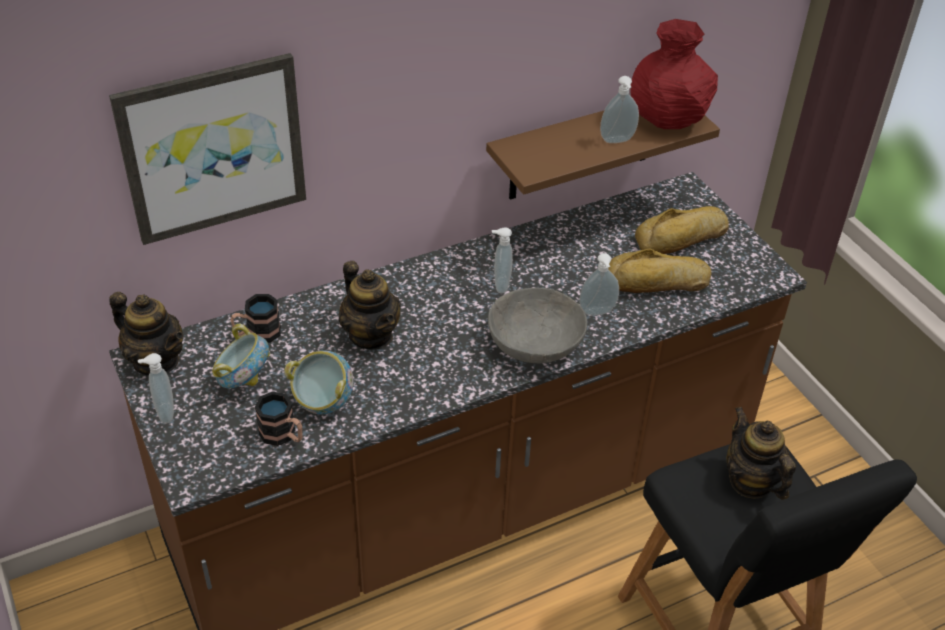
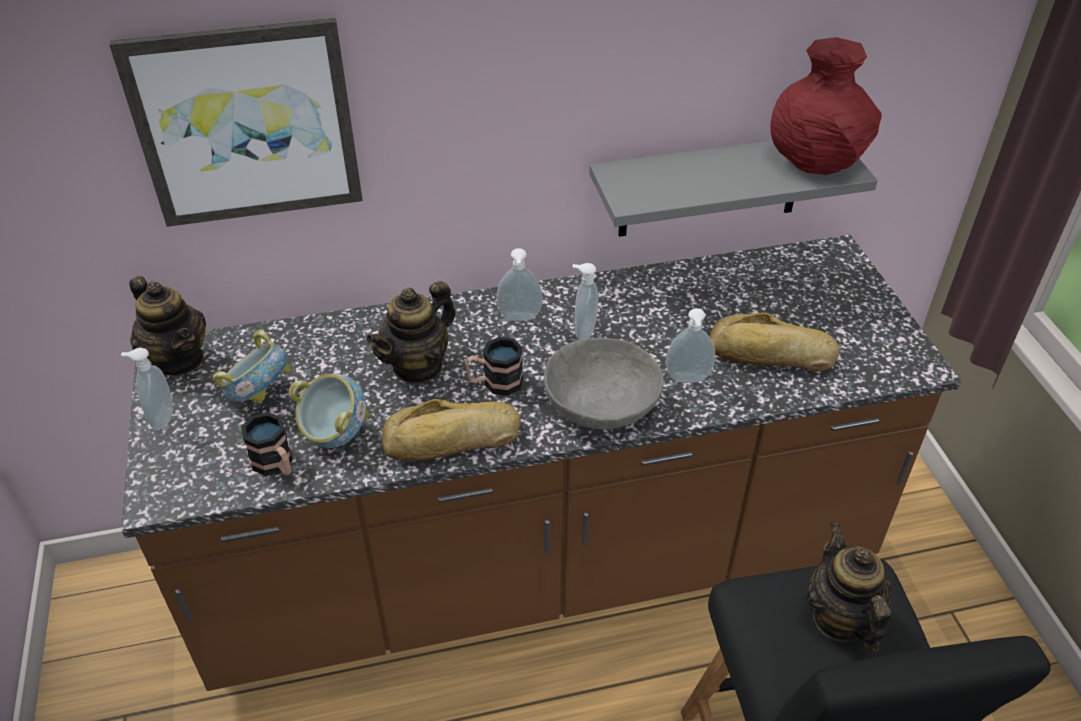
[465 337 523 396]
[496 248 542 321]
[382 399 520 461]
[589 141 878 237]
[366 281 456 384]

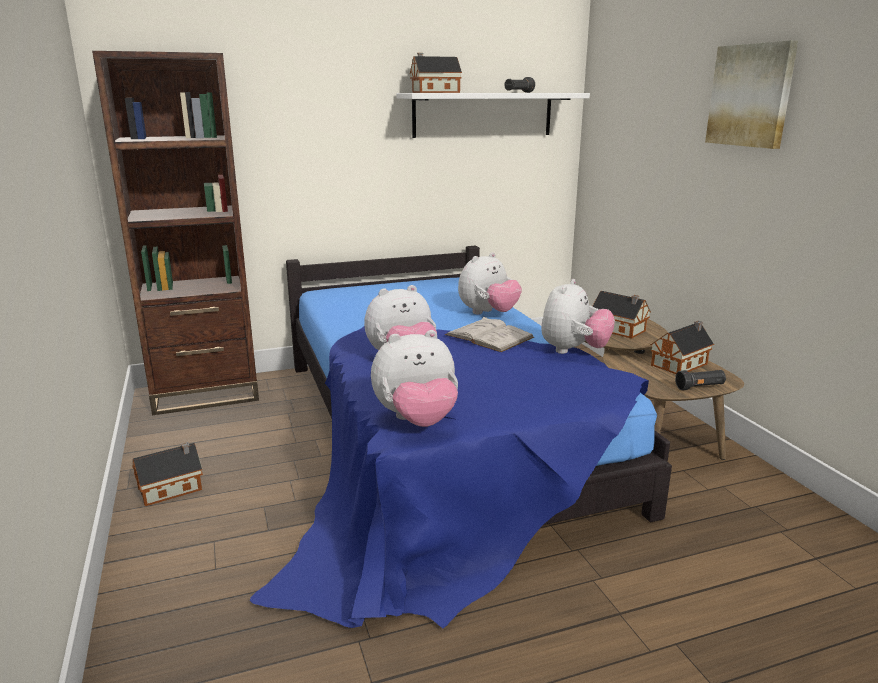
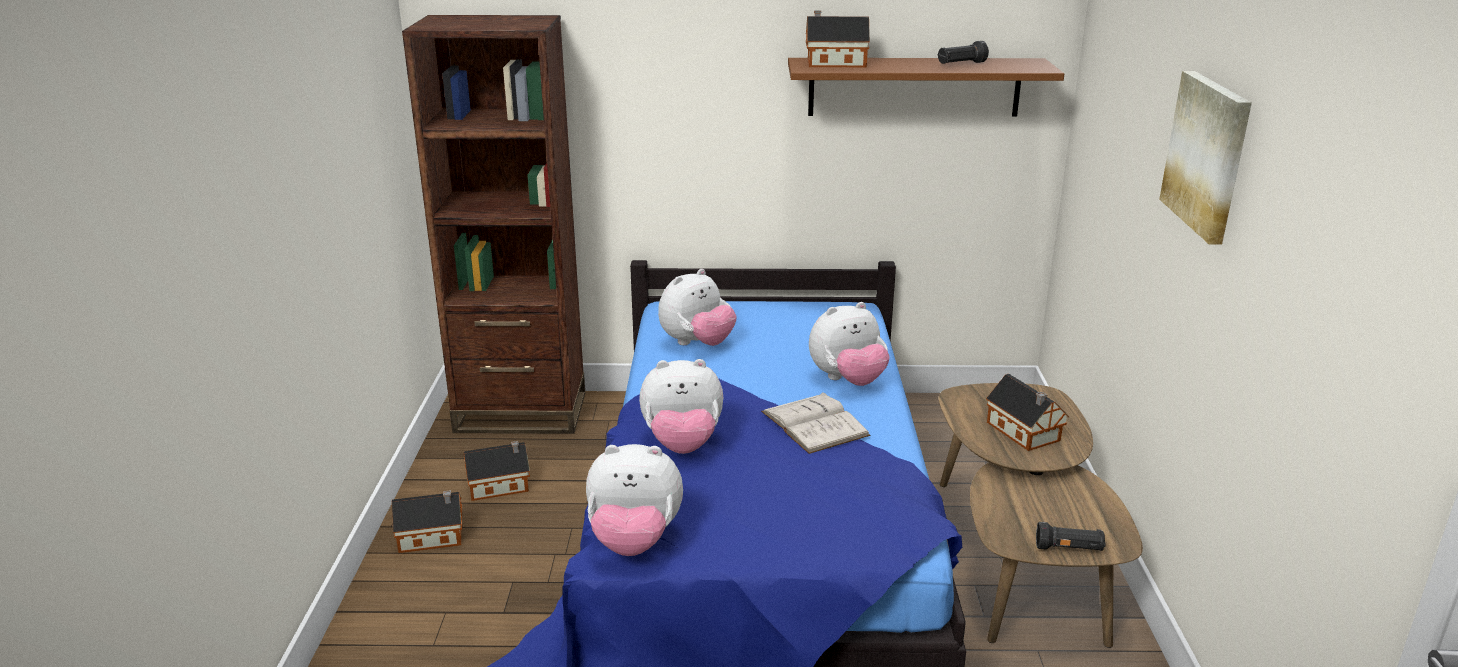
[658 269 737 346]
[464 441 530 501]
[788 58 1064 117]

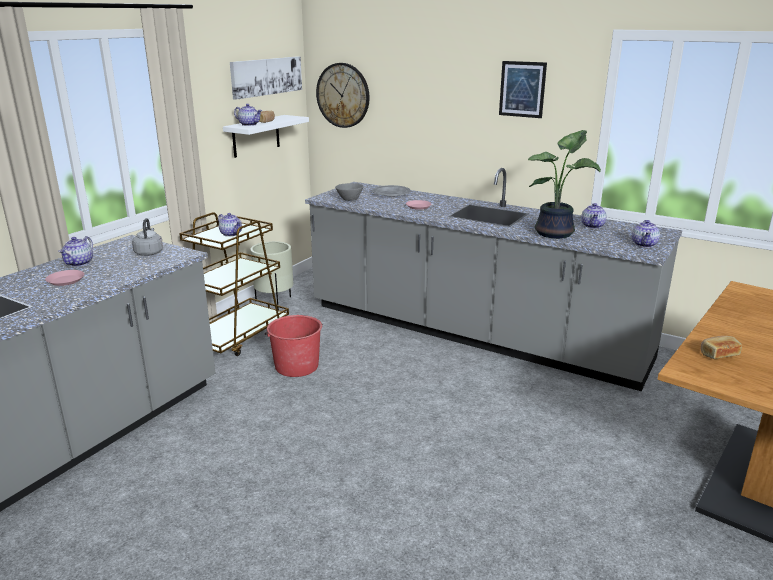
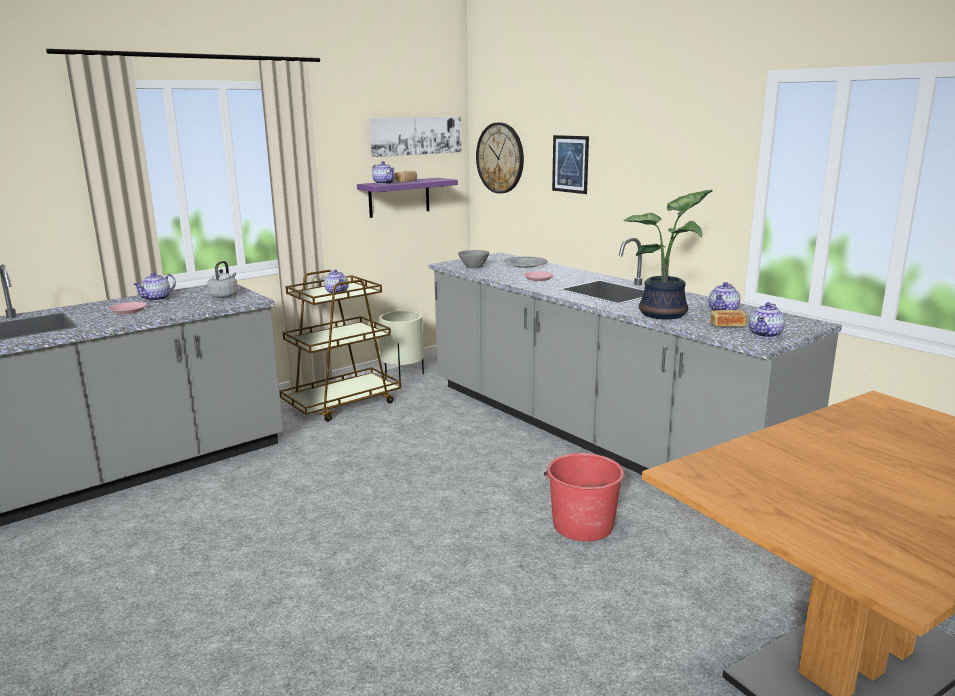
[544 453 625 541]
[552 135 589 194]
[710 310 747 327]
[357 178 458 218]

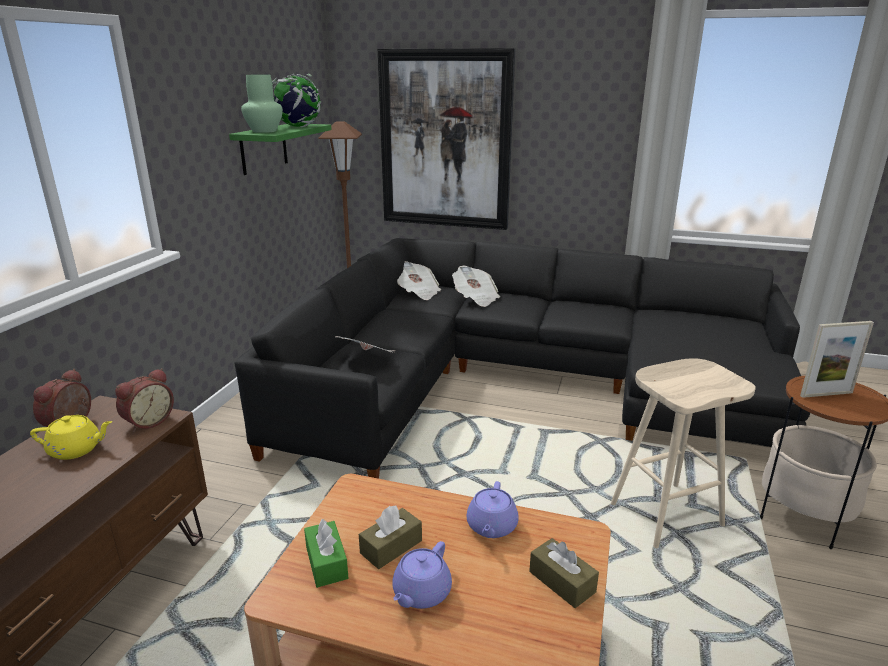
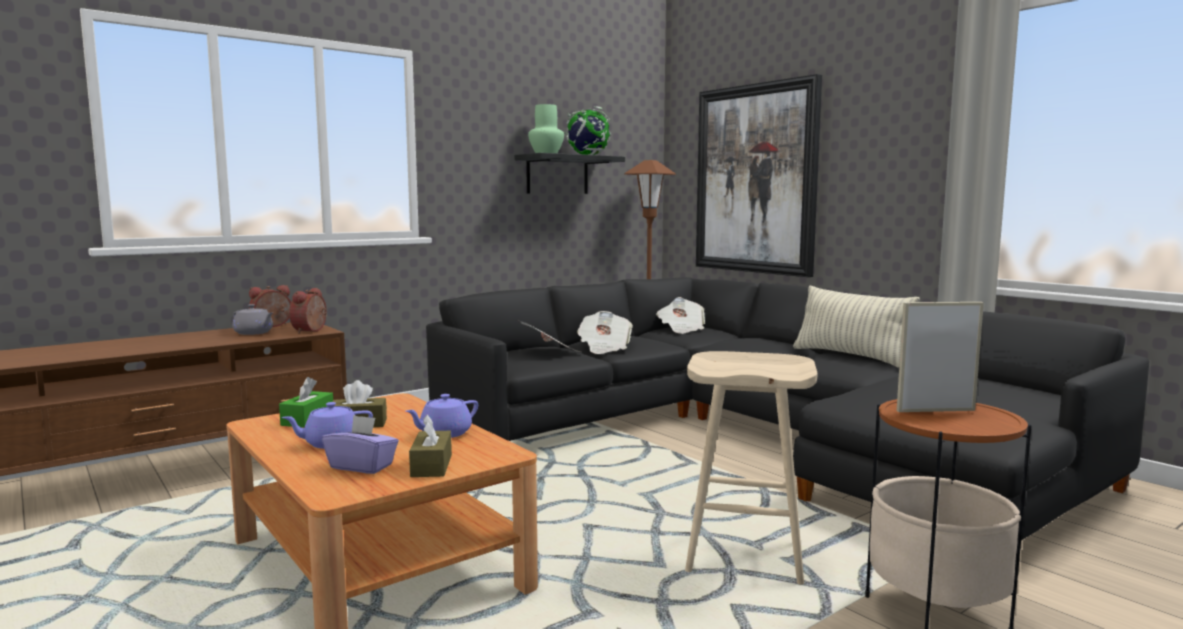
[322 415 399 474]
[793 286 920 368]
[577 311 633 354]
[232 304 273 335]
[515 153 625 194]
[289 288 327 334]
[897 302 984 412]

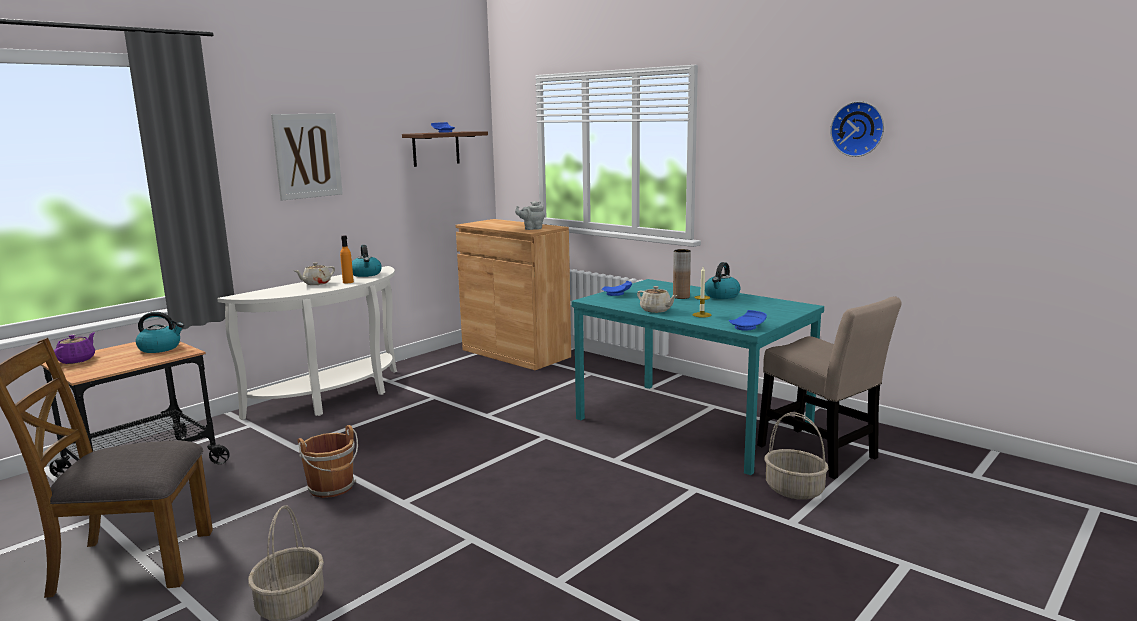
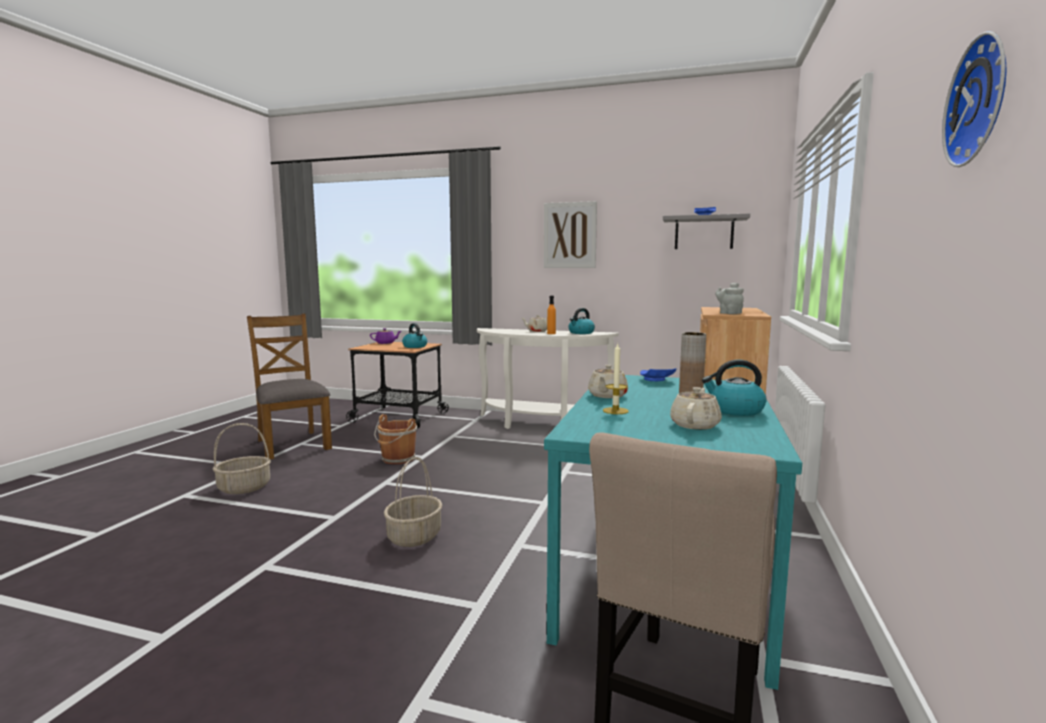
[729 310 767 331] (first image)
[670 387 722 430]
[384 457 442 547]
[663 214 750 249]

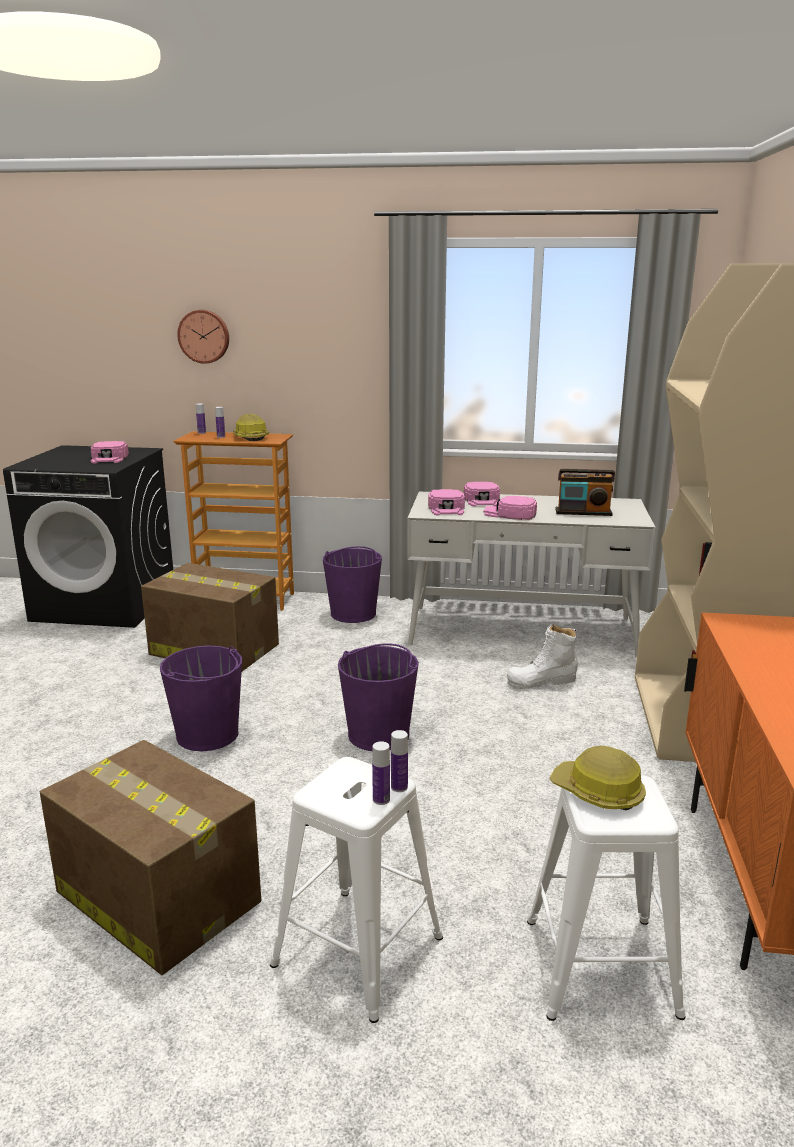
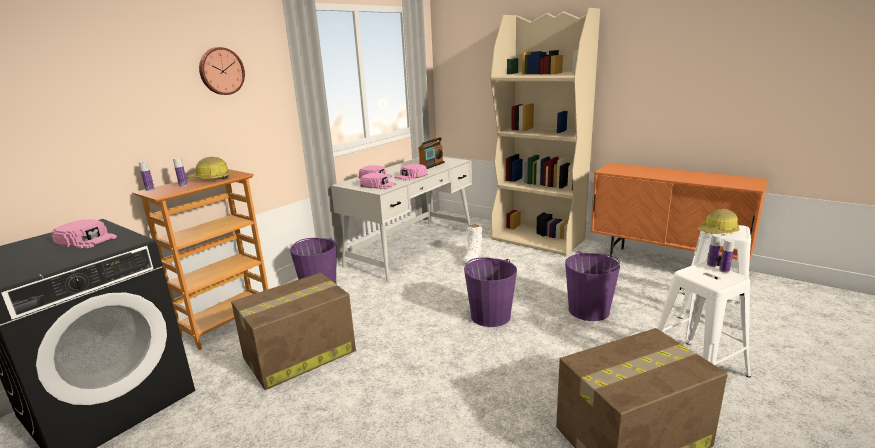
[565 251 620 321]
[199 47 245 95]

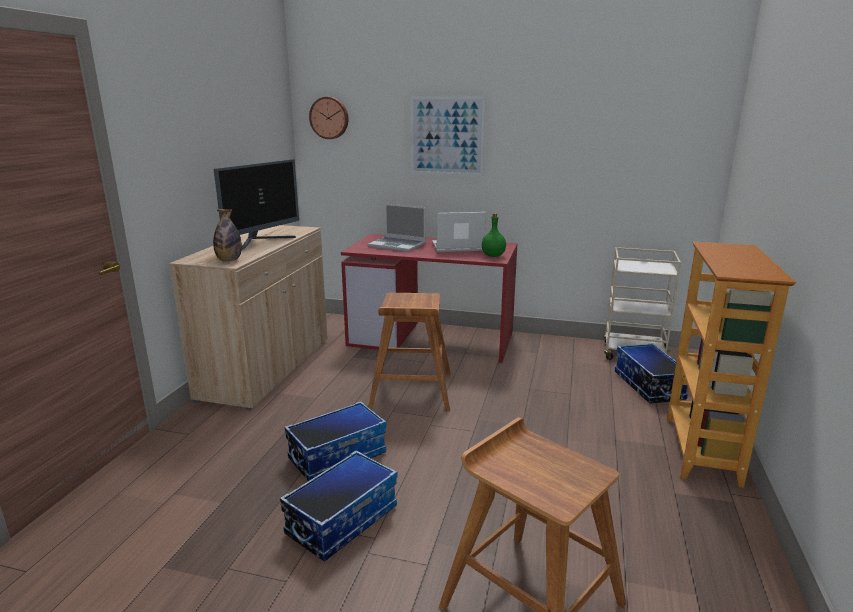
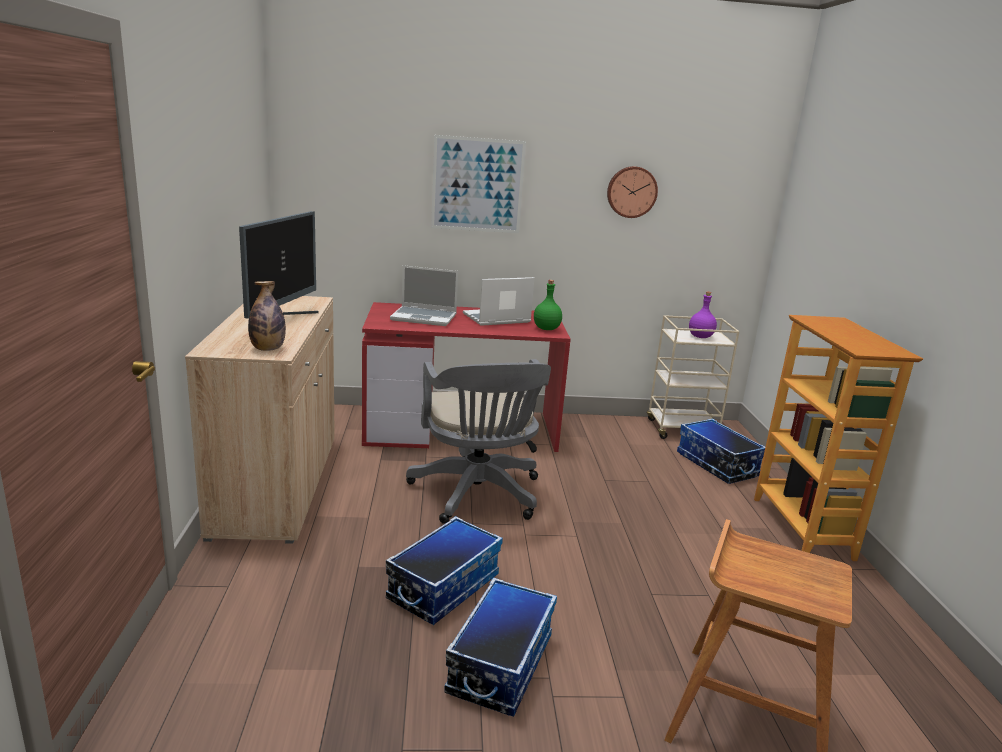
[689 292 717 338]
[607 166 658 218]
[406 359 551 524]

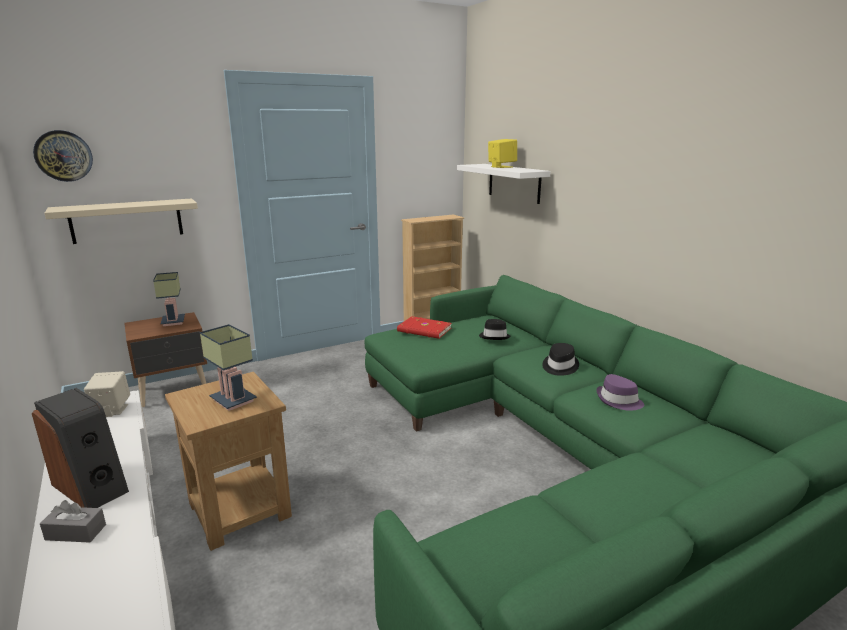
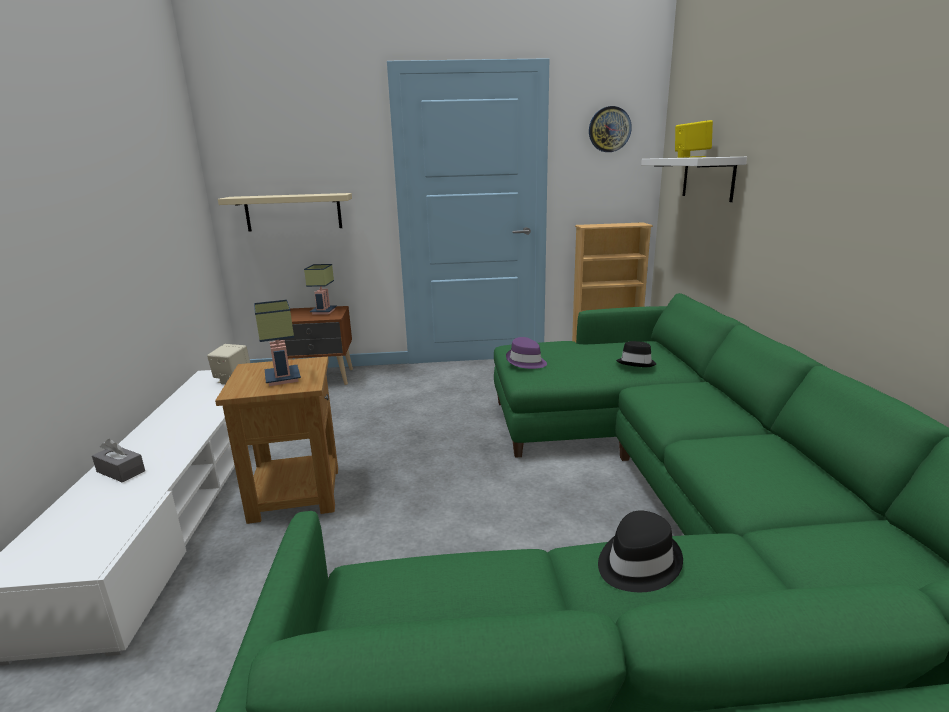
[32 388 129 508] (first image)
[397 316 452 339] (first image)
[589 106 632 152]
[598 510 683 592]
[506 337 547 369]

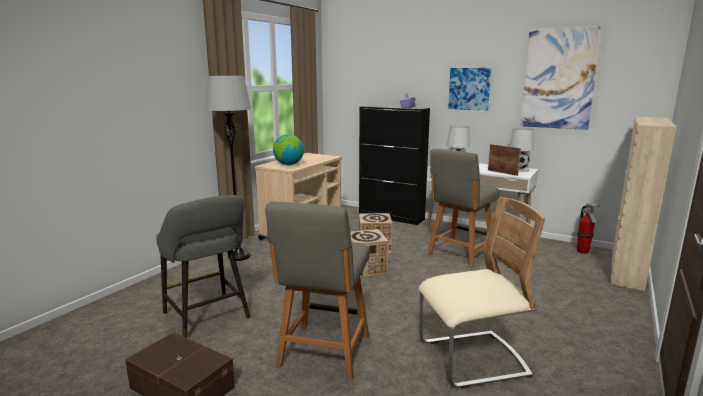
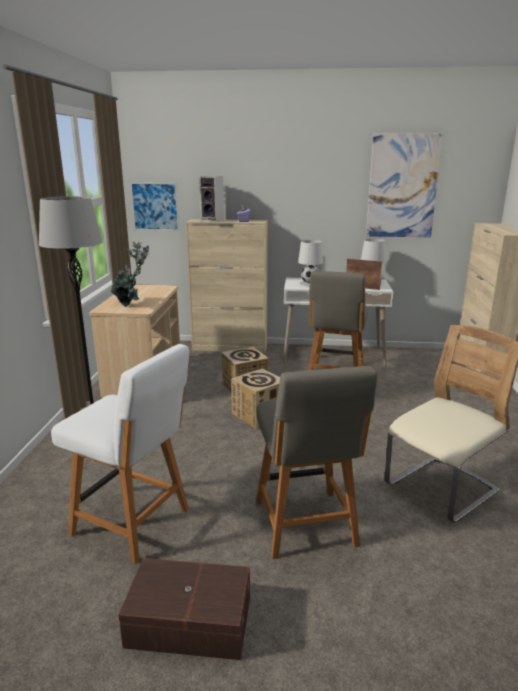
[577 203 600 254] (first image)
[199 176 224 222]
[130 182 179 231]
[51 344 189 564]
[111 242 150 307]
[186 219 268 353]

